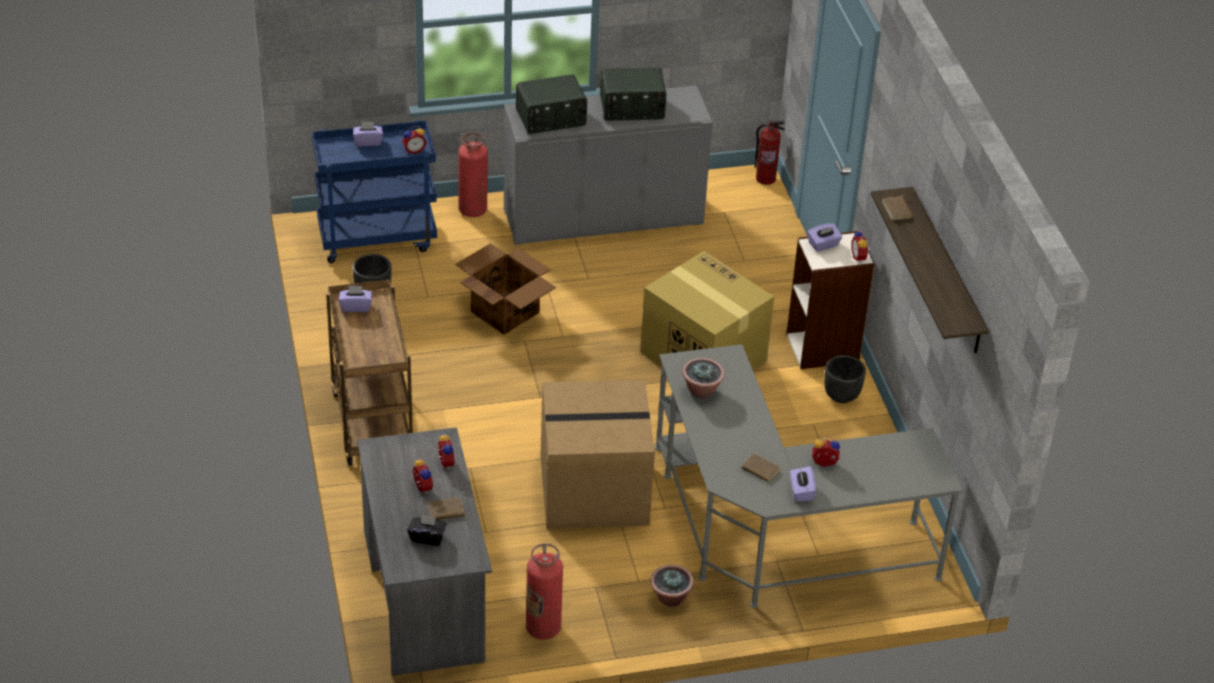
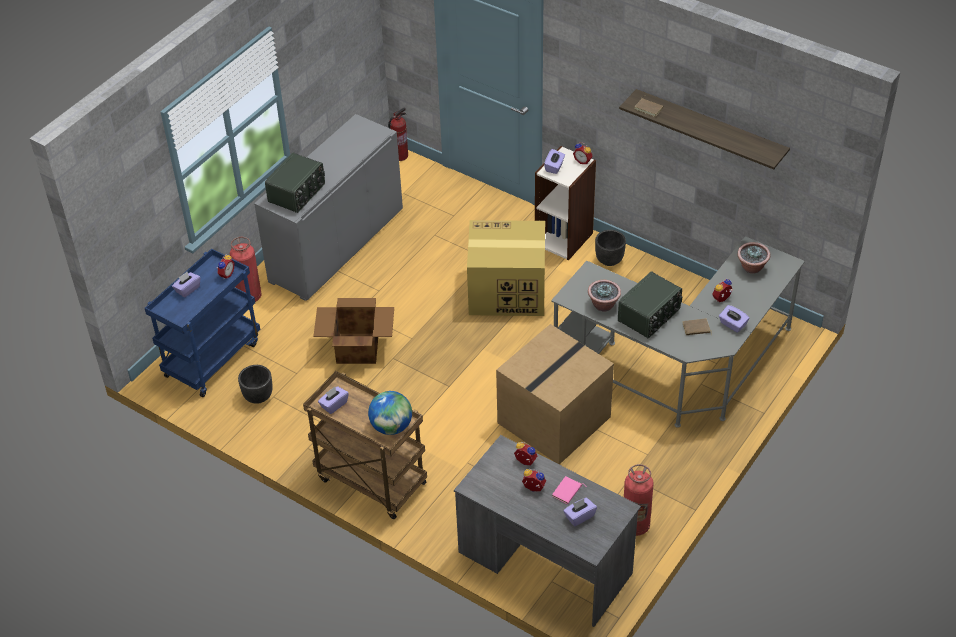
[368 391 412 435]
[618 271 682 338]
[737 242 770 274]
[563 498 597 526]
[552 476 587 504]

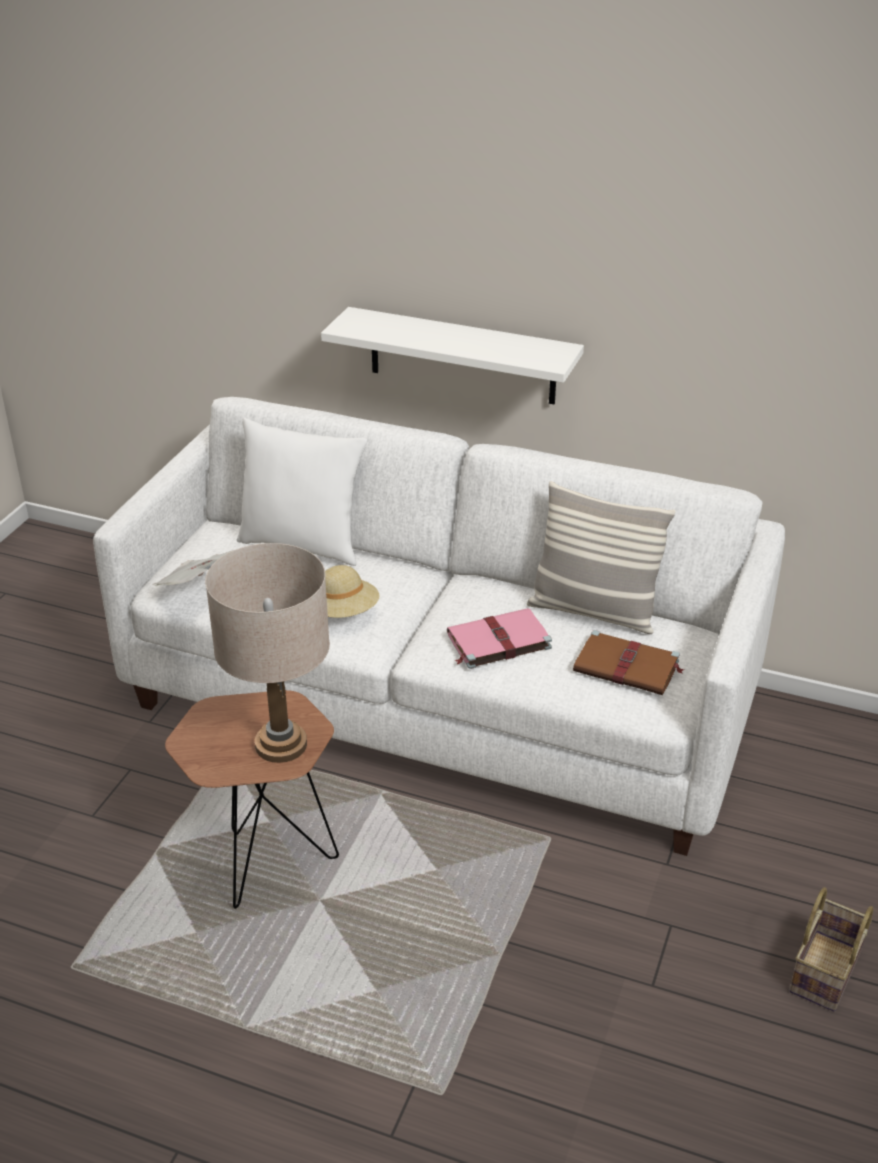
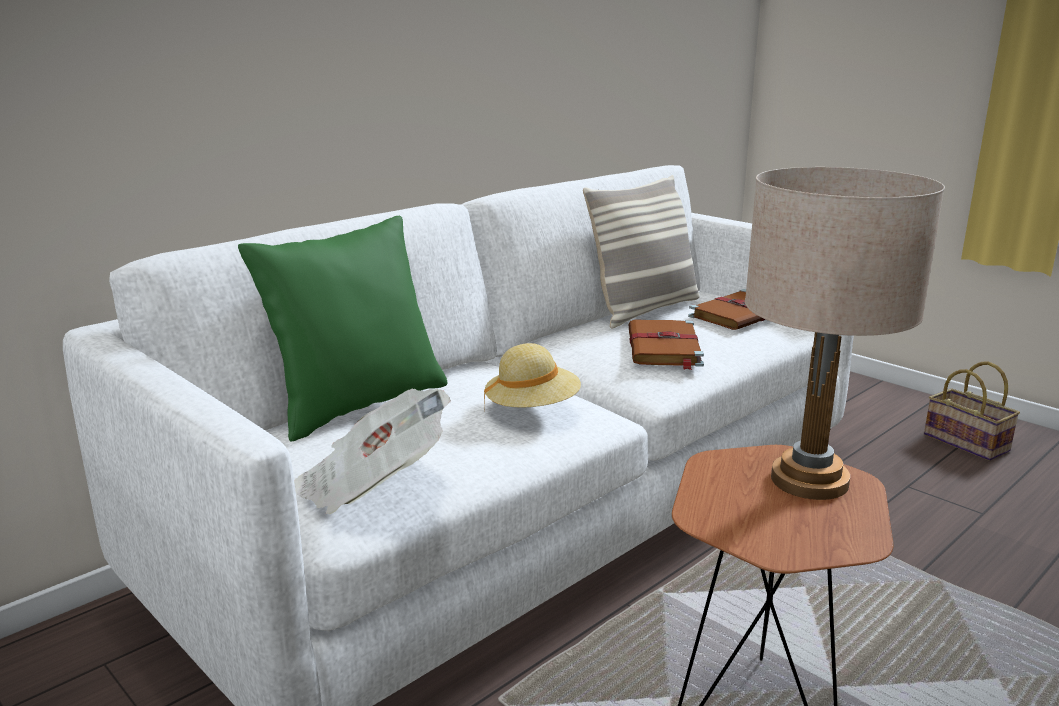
[321 307 584 404] (first image)
[238 216 447 442]
[628 319 704 370]

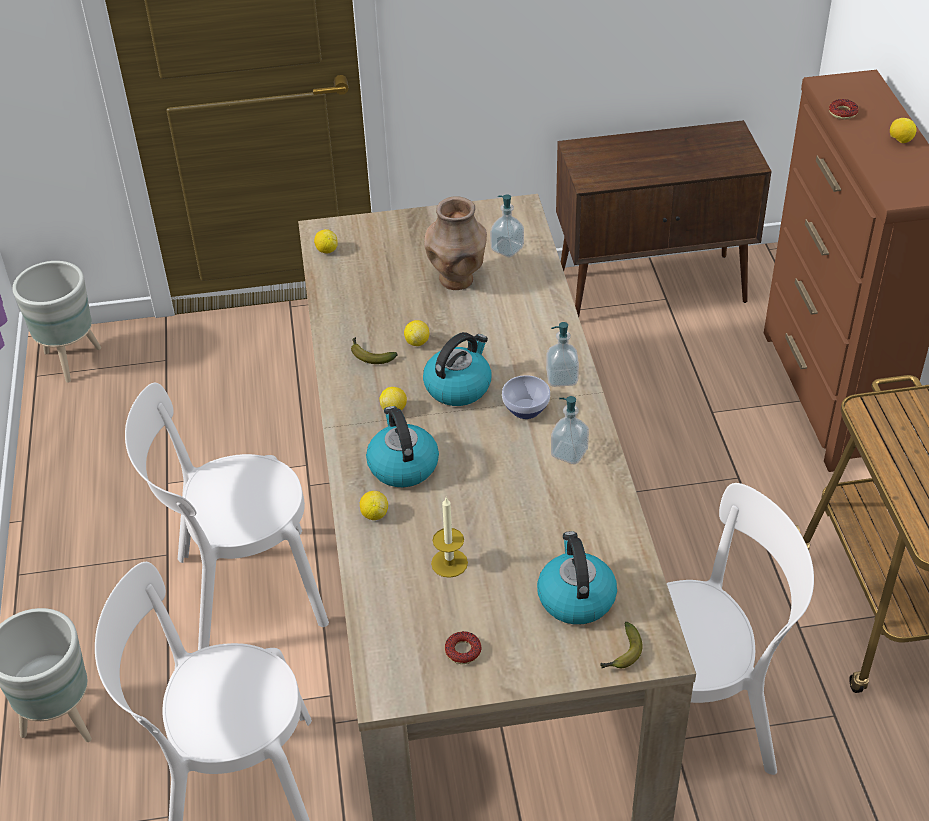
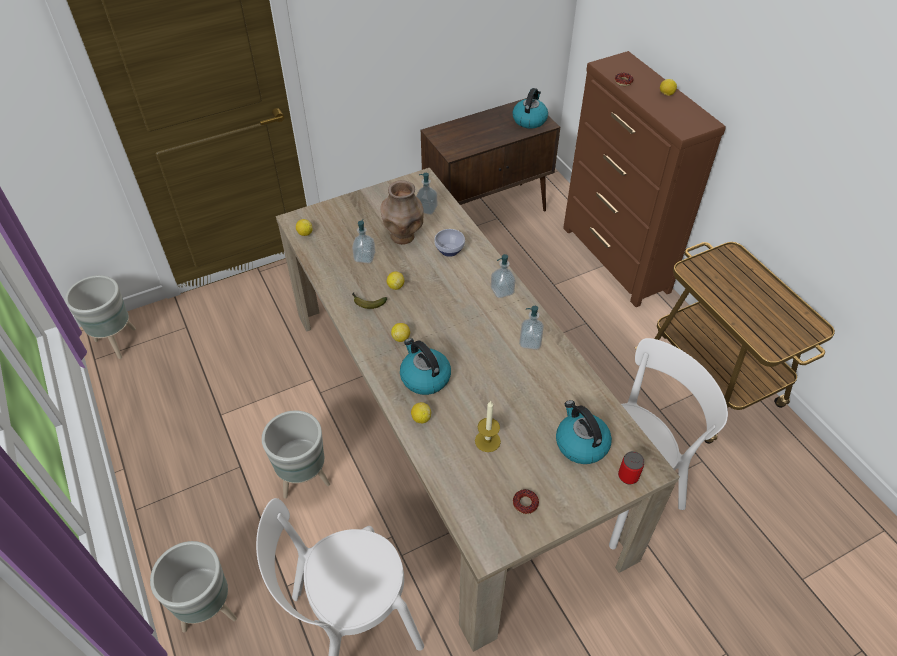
[352 219 375 263]
[512 88 548 129]
[434 229 465 257]
[262 410 330 498]
[618 451 644 484]

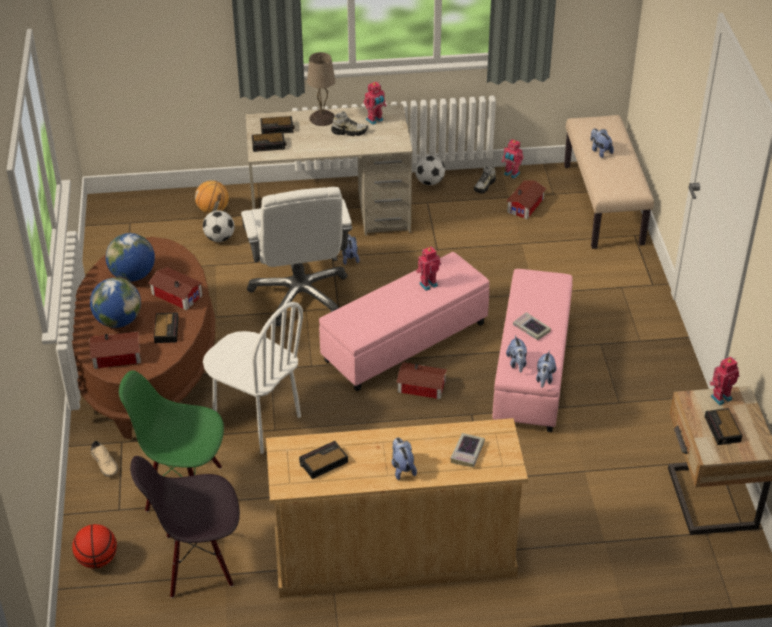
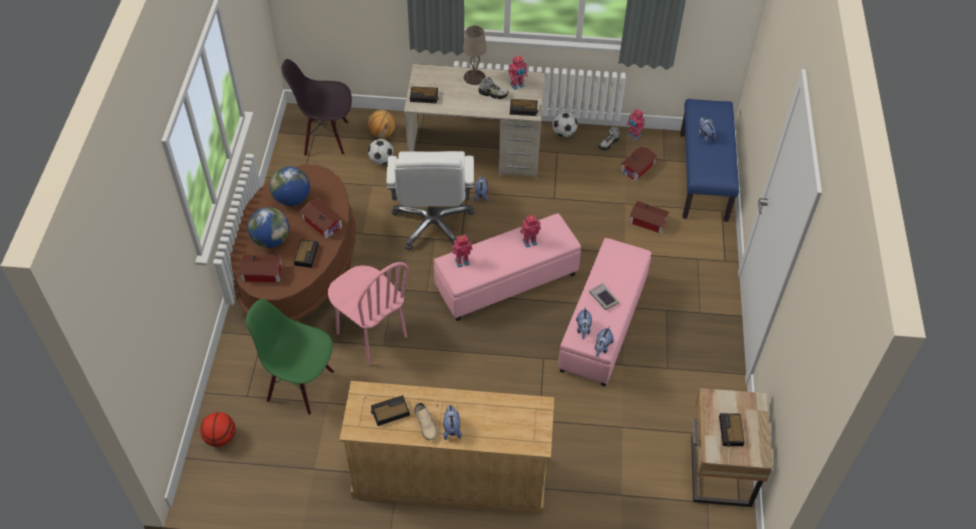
[451 433 485 467] (first image)
[414 403 438 440]
[282 59 352 156]
[510 99 538 116]
[630 201 670 234]
[452 235 473 268]
[328 262 409 366]
[680 99 739 222]

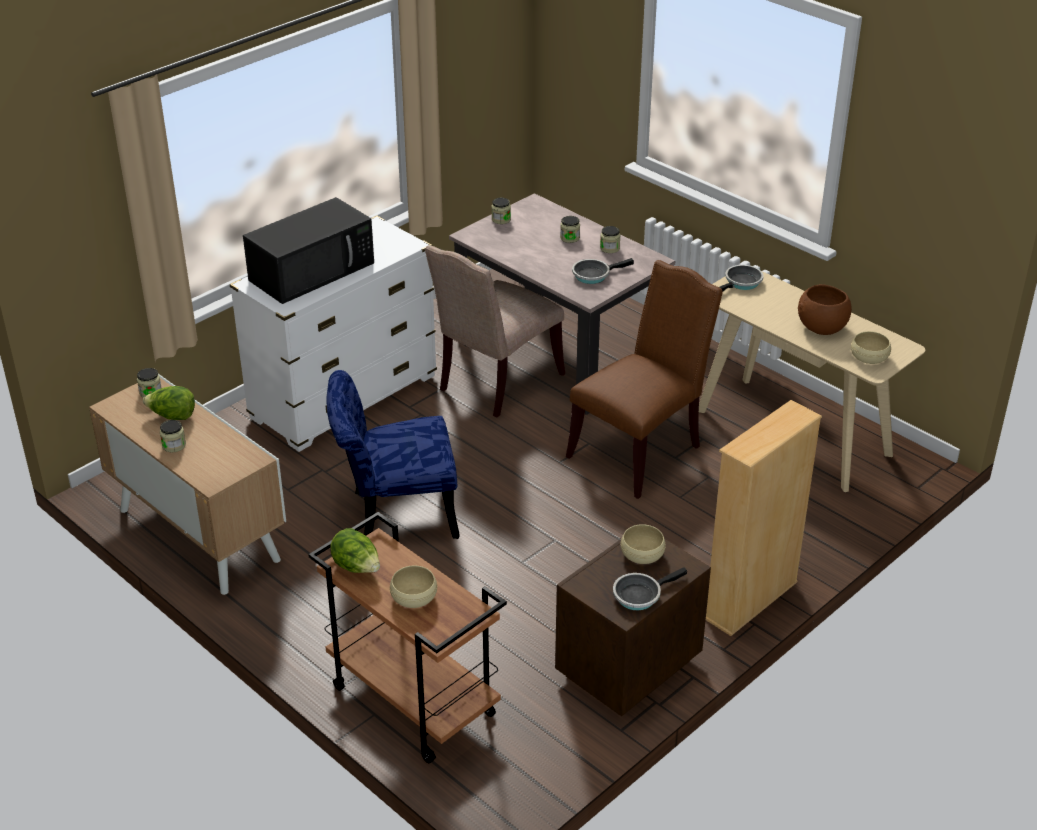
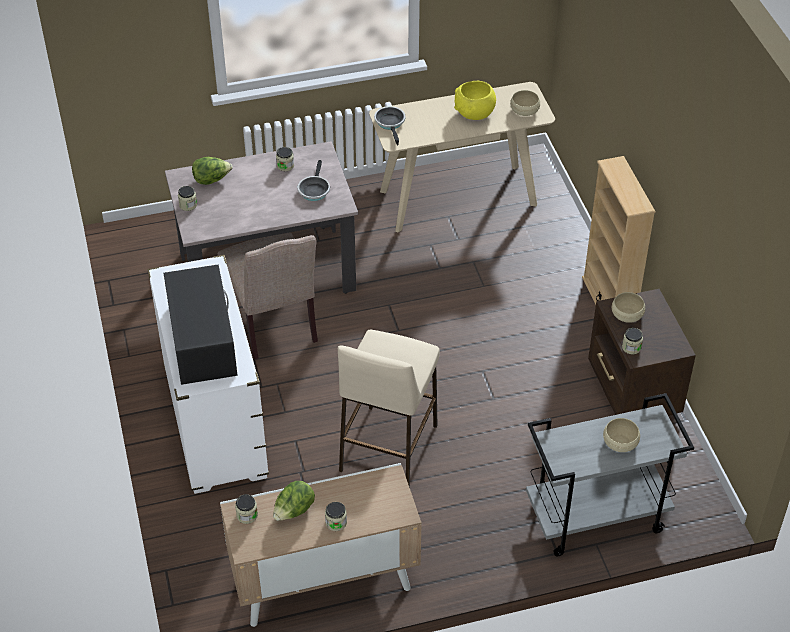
[566 260 723 499] (first image)
[613 567 687 610] (first image)
[192 157 233 185]
[622 328 643 354]
[338 330 440 488]
[526 393 694 557]
[454 81 496 120]

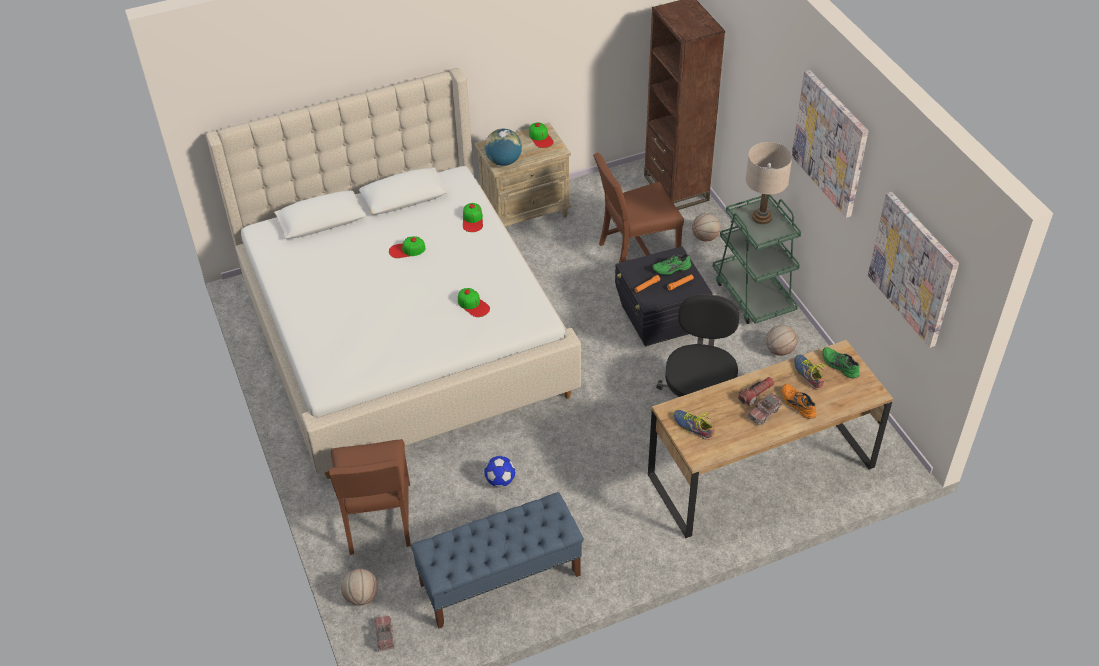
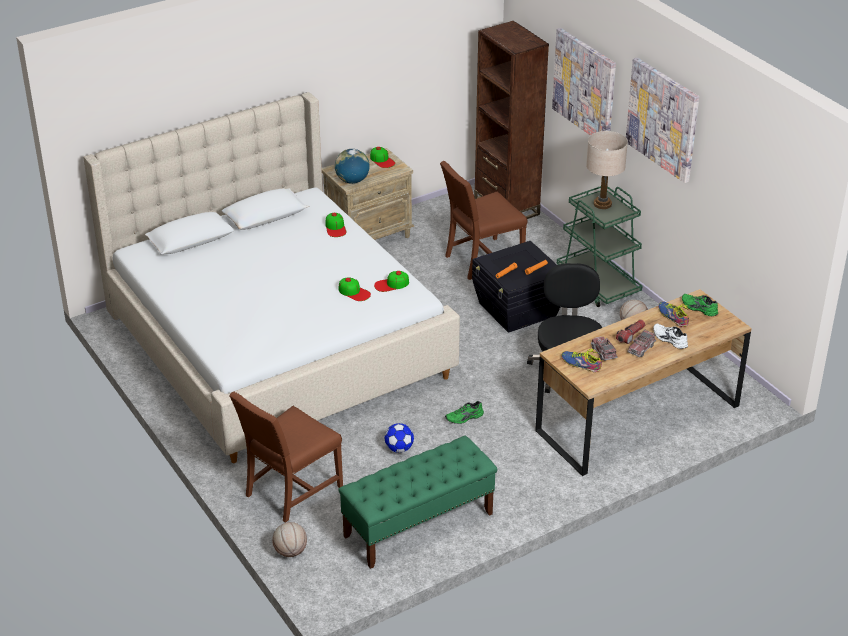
[692 213 721 241] (first image)
[591 336 618 361]
[374 271 409 292]
[445 401 484 424]
[552 28 616 135]
[338 436 497 569]
[653 324 688 349]
[229 392 343 523]

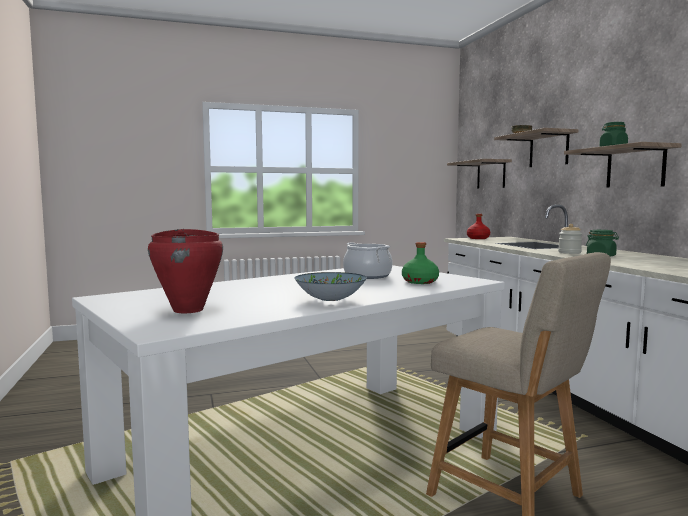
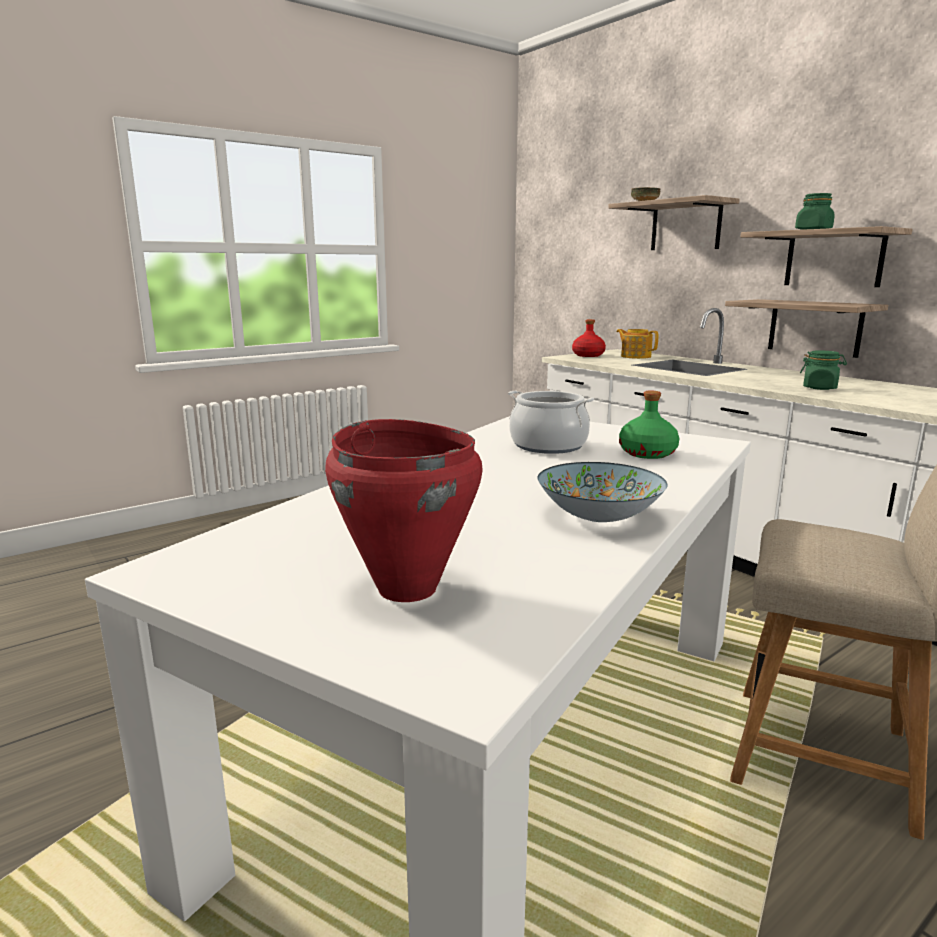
[558 224 582 254] (first image)
[616 329 658 359]
[725 299 888 358]

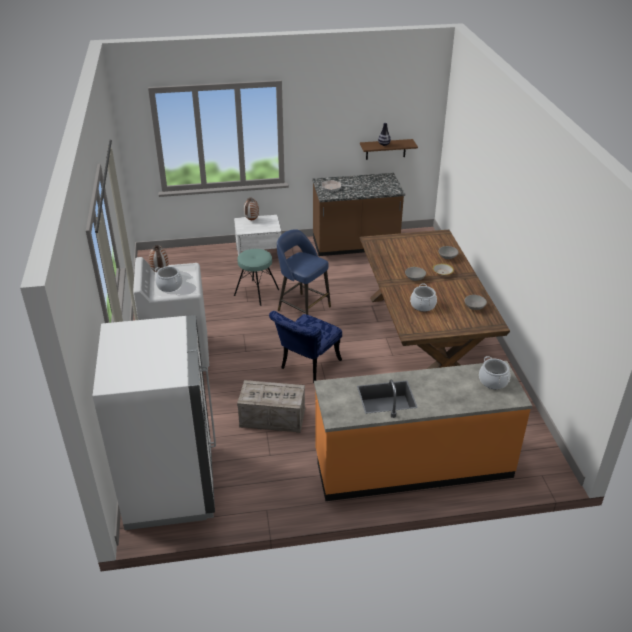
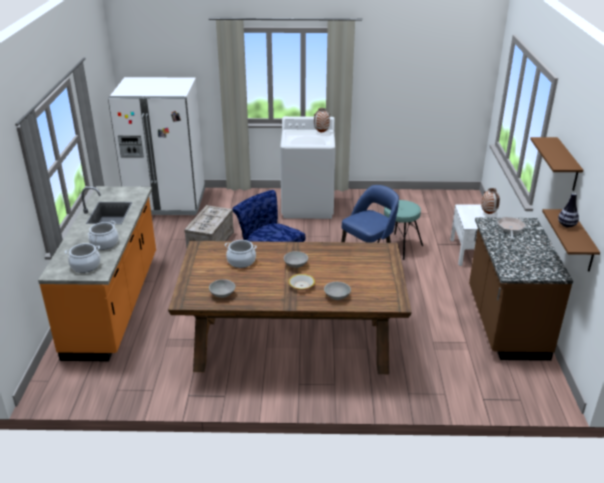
[530 137 583 191]
[88 221 119 250]

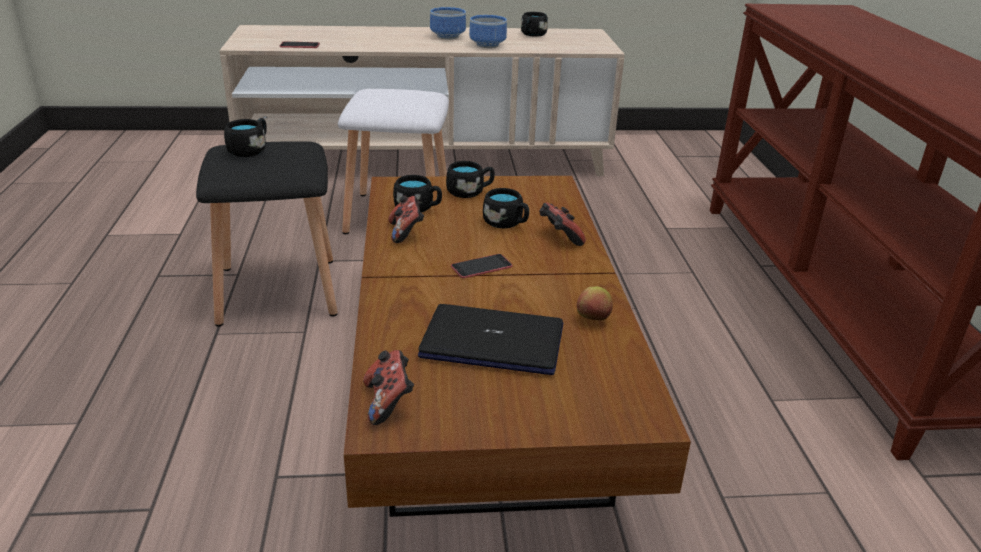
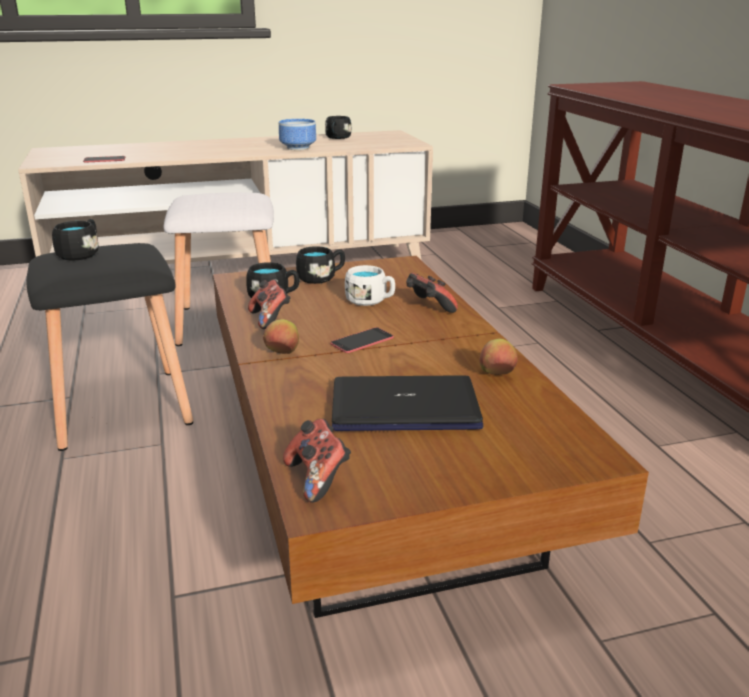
[430 7 466 39] (first image)
[263 319 299 354]
[345 265 395 306]

